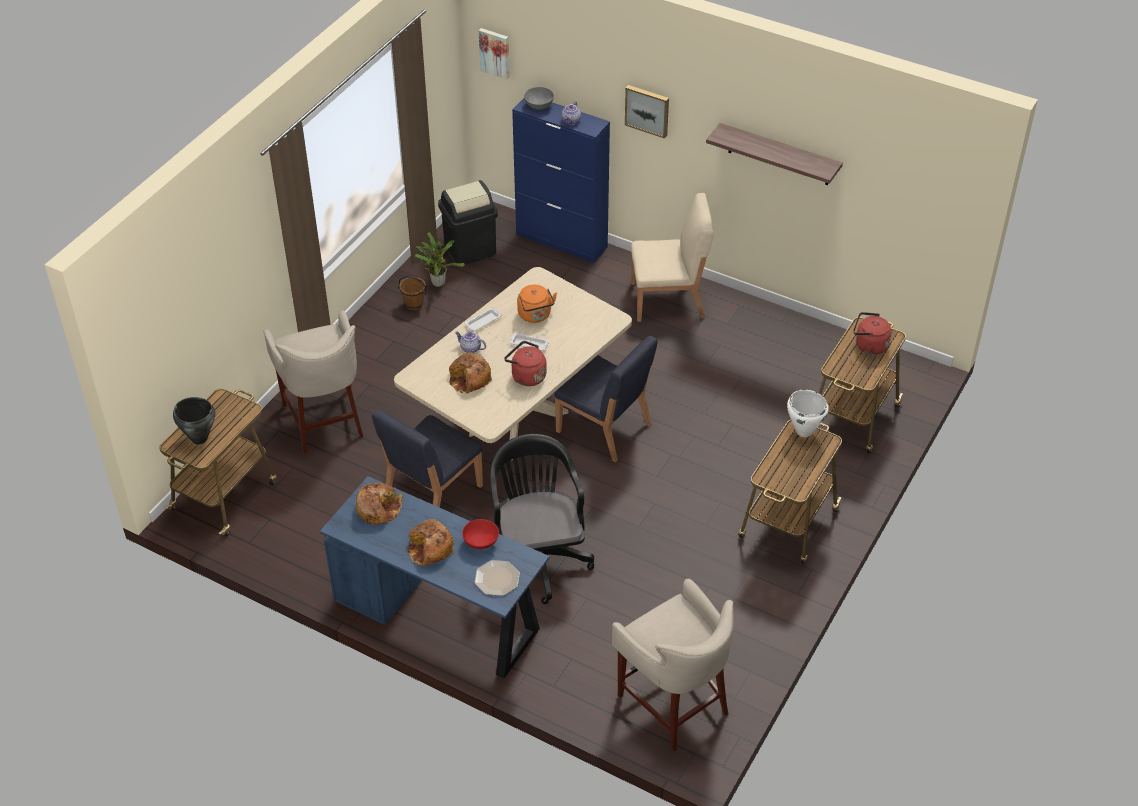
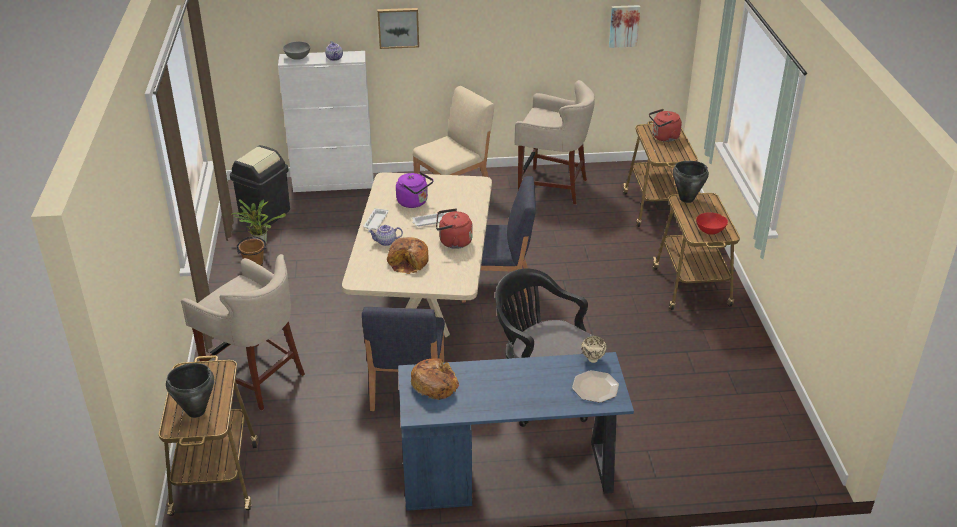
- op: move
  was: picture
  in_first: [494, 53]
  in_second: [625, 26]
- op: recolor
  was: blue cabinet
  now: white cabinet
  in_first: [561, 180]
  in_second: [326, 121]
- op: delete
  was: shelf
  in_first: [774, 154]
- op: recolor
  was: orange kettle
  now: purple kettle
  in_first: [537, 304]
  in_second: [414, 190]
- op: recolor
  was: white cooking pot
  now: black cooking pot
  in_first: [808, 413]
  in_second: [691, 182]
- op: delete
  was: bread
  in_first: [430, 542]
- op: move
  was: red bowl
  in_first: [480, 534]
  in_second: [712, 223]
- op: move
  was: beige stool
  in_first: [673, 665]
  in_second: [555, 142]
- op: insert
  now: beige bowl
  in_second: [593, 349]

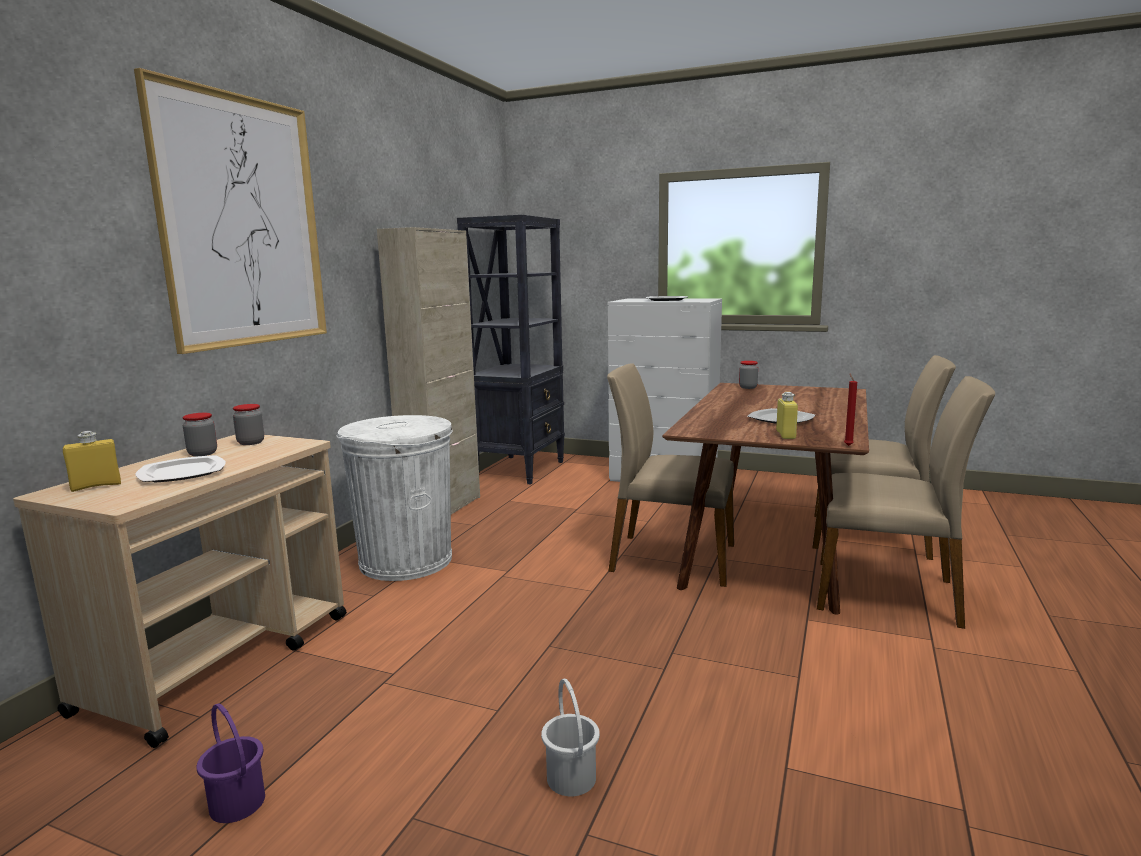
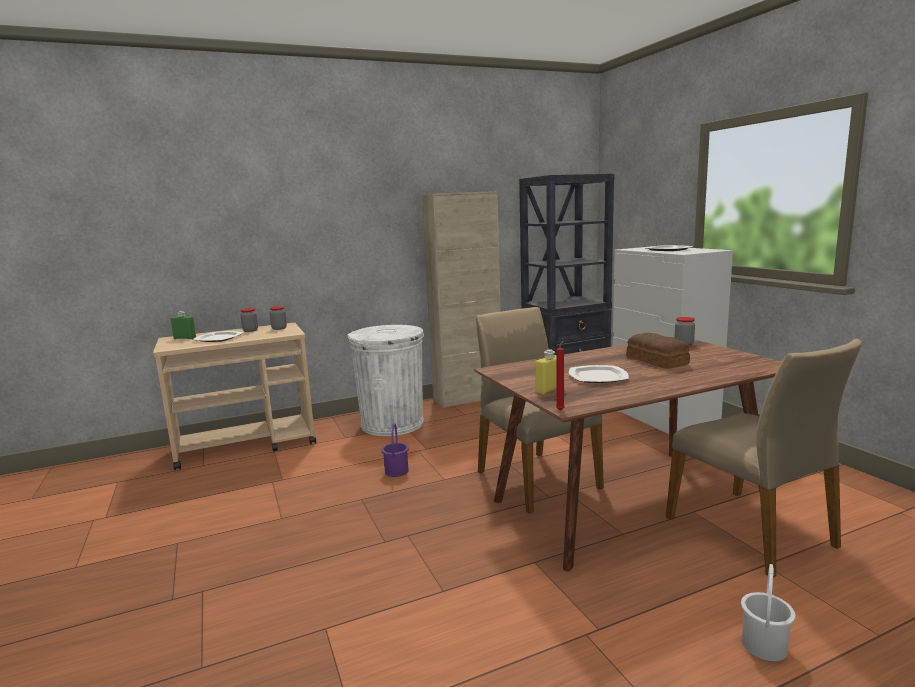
- op: delete
  was: picture
  in_first: [230, 211]
- op: delete
  was: beige chair
  in_first: [906, 502]
- op: recolor
  was: yellow bottle
  now: green bottle
  in_first: [92, 461]
  in_second: [183, 325]
- op: move
  was: white bucket
  in_first: [570, 737]
  in_second: [768, 612]
- op: move
  was: purple bucket
  in_first: [231, 763]
  in_second: [395, 450]
- op: insert
  now: bread
  in_second: [658, 351]

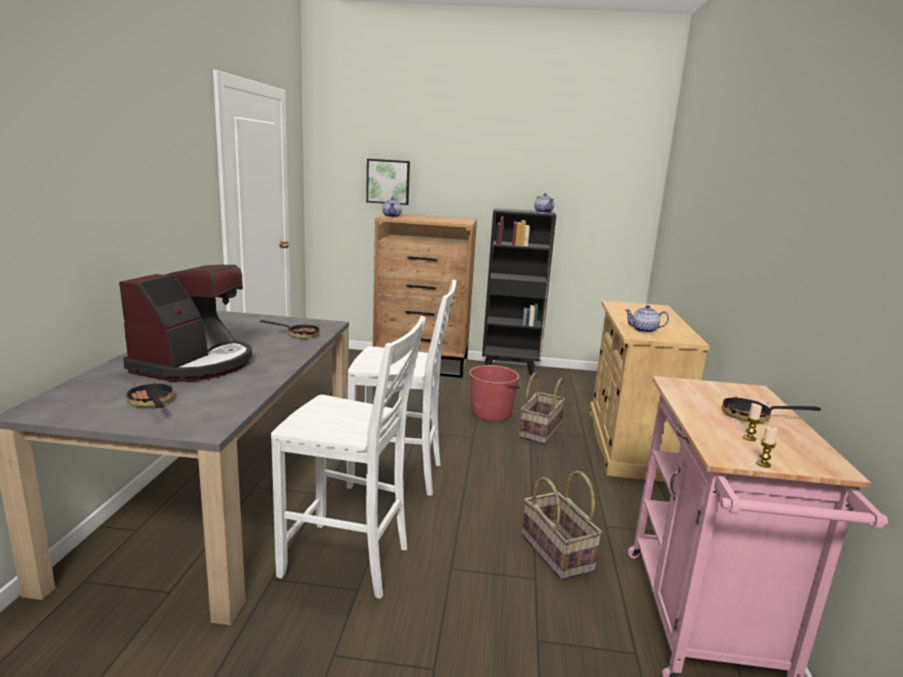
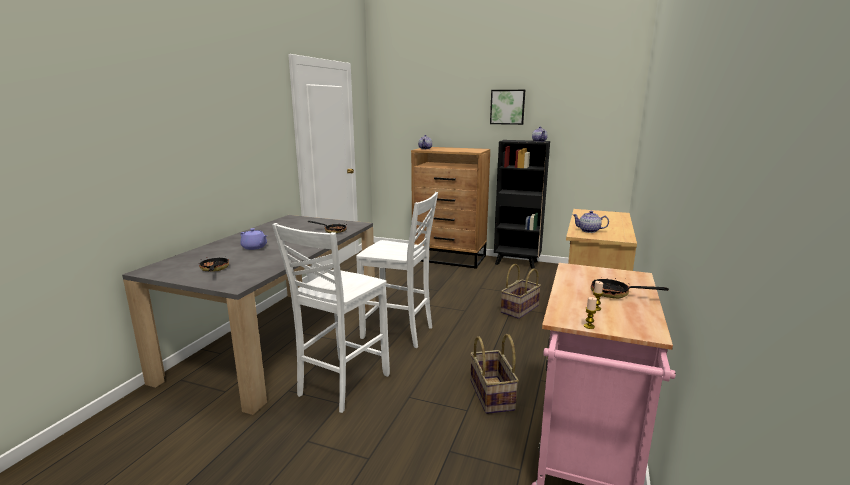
- op: move
  was: picture
  in_first: [388, 182]
  in_second: [507, 107]
- op: replace
  was: coffee machine
  now: purple teapot
  in_first: [185, 323]
  in_second: [253, 239]
- op: rotate
  was: white chair
  in_first: [348, 457]
  in_second: [331, 318]
  clockwise: 90
- op: delete
  was: red bucket
  in_first: [494, 393]

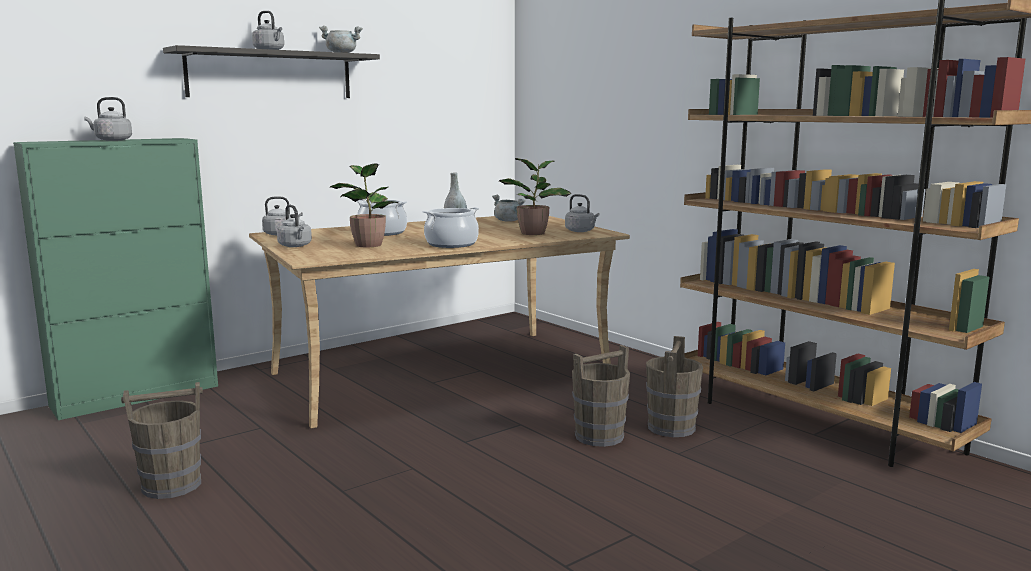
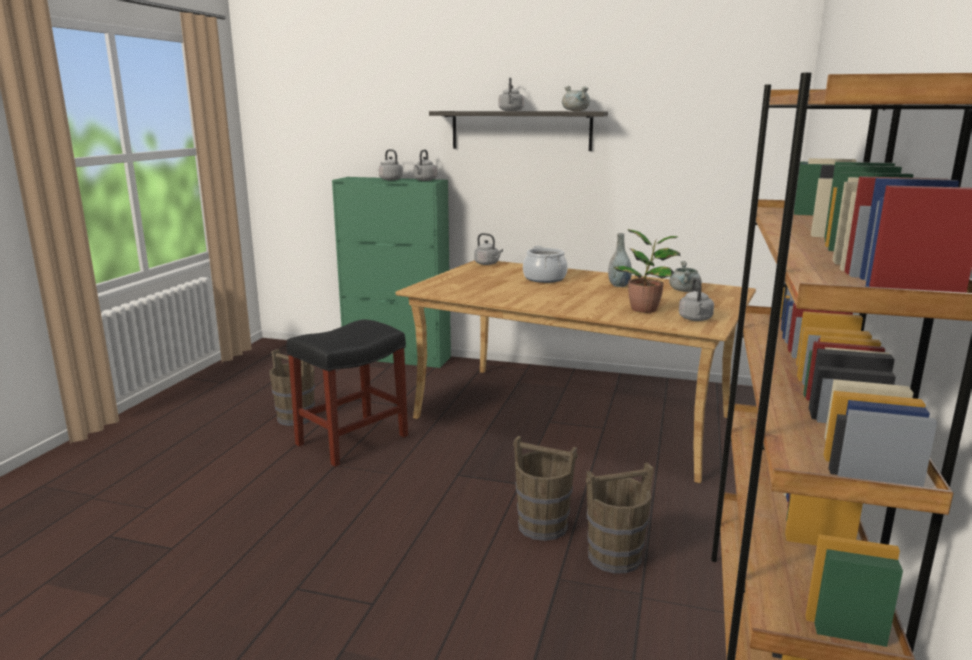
- op: delete
  was: potted plant
  in_first: [364, 205]
- op: move
  was: grey kettle
  in_first: [294, 226]
  in_second: [425, 165]
- op: delete
  was: cooking pot
  in_first: [451, 227]
- op: insert
  now: black stool
  in_second: [347, 393]

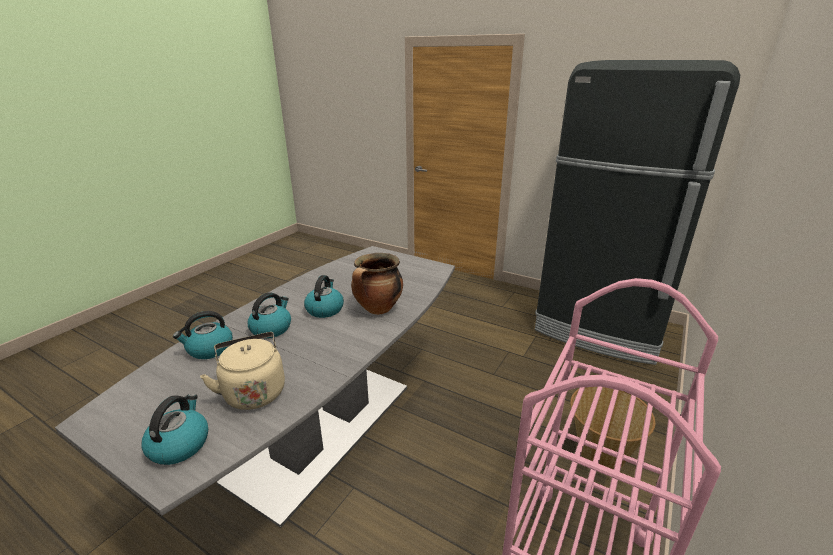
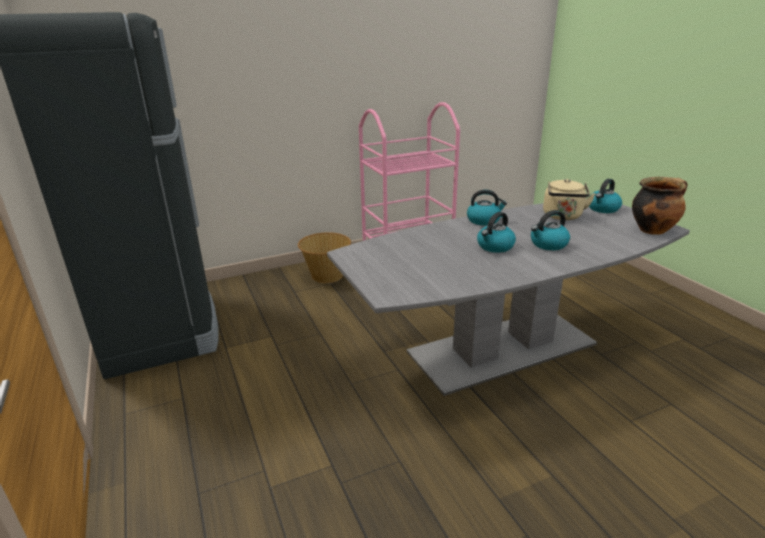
- op: move
  was: cooking pot
  in_first: [377, 284]
  in_second: [660, 206]
- op: move
  was: kettle
  in_first: [203, 335]
  in_second: [487, 208]

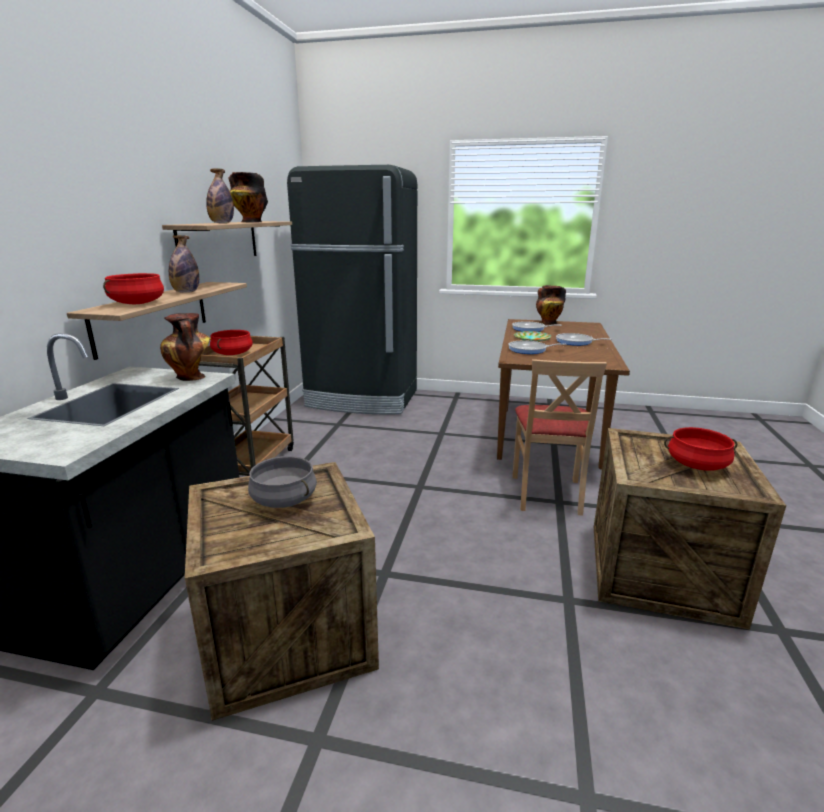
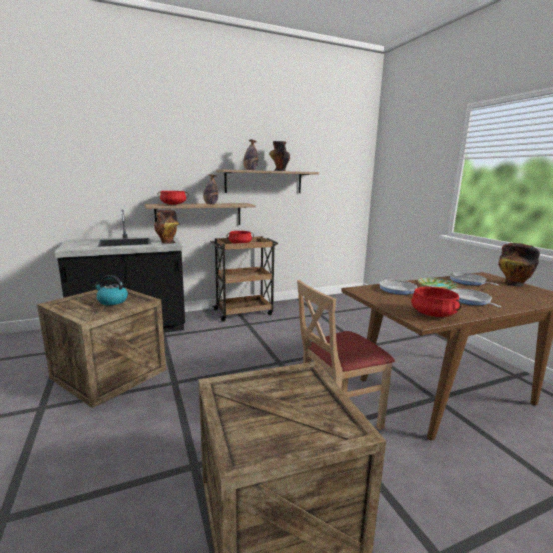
- op: delete
  was: black fridge
  in_first: [352, 290]
- op: move
  was: red cooking pot
  in_first: [700, 449]
  in_second: [436, 302]
- op: replace
  was: grey cooking pot
  now: kettle
  in_first: [282, 482]
  in_second: [111, 290]

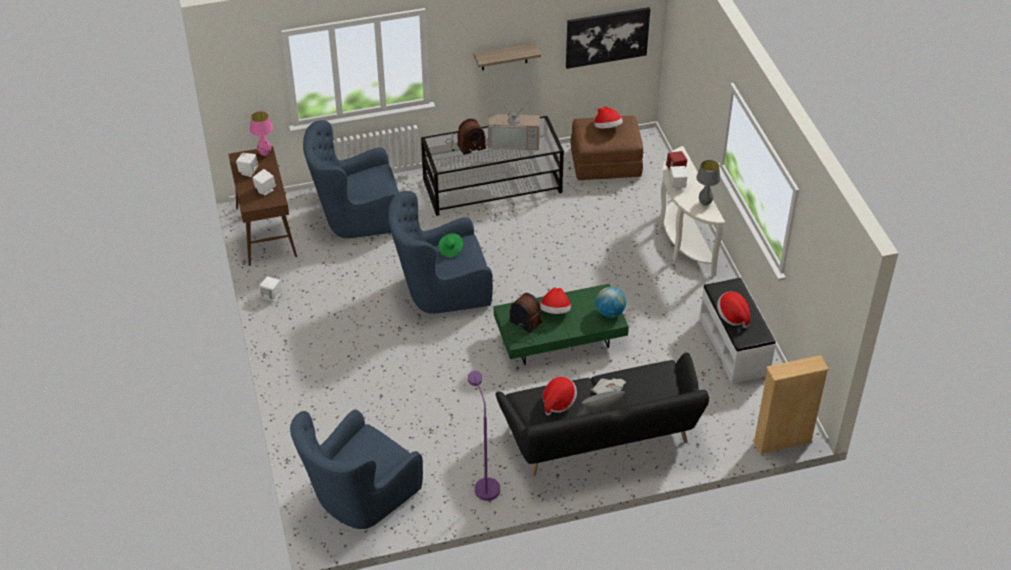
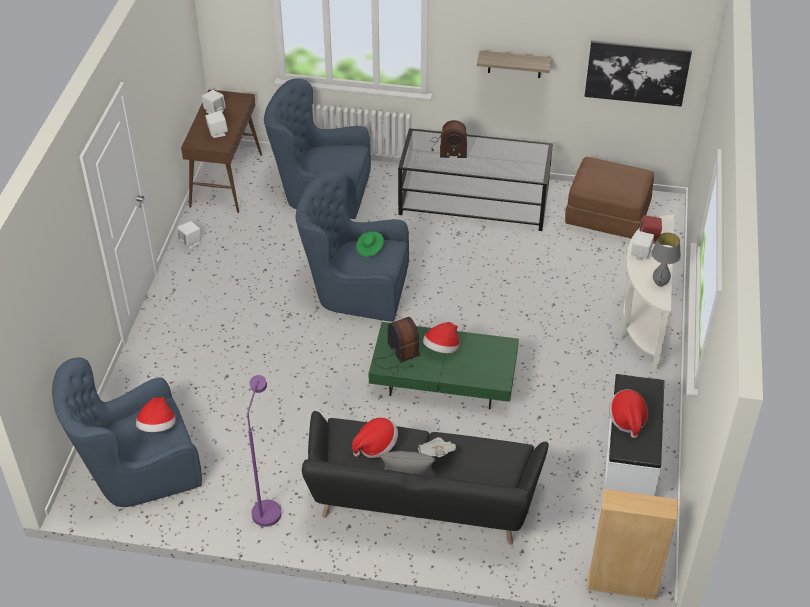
- op: delete
  was: television
  in_first: [514, 125]
- op: move
  was: hat
  in_first: [608, 118]
  in_second: [156, 414]
- op: delete
  was: pink table lamp
  in_first: [261, 133]
- op: delete
  was: globe
  in_first: [610, 302]

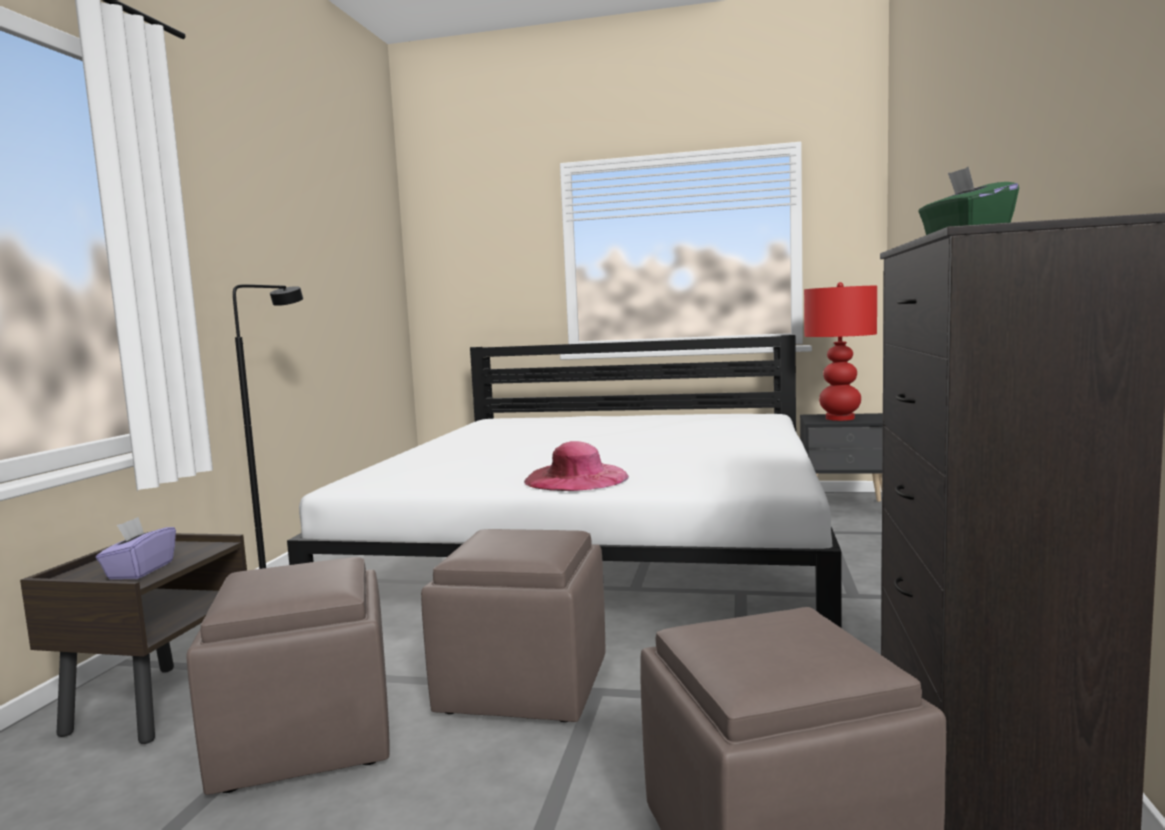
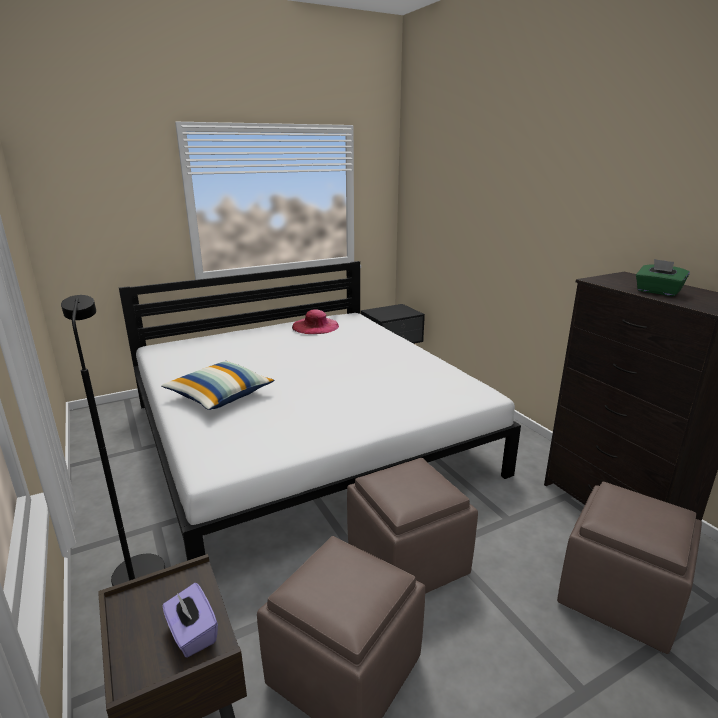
- op: delete
  was: red table lamp
  in_first: [840, 351]
- op: move
  was: pink hat
  in_first: [576, 466]
  in_second: [315, 321]
- op: insert
  now: pillow
  in_second: [217, 385]

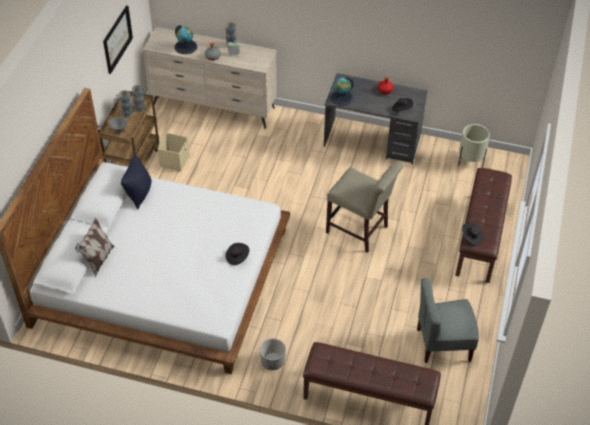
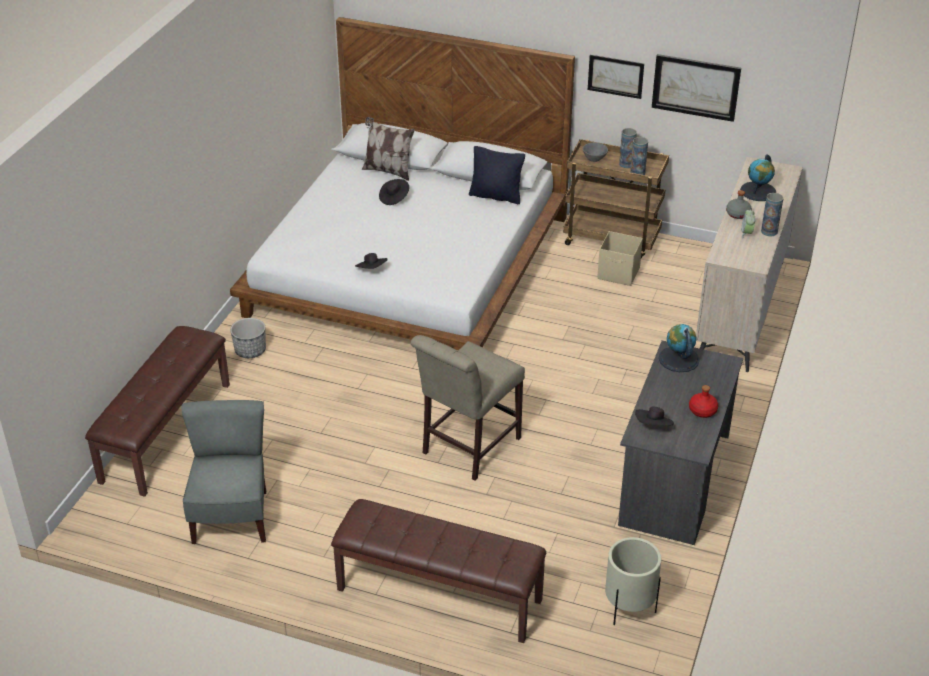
- op: move
  was: black hat
  in_first: [472, 234]
  in_second: [394, 192]
- op: insert
  now: picture
  in_second: [616, 77]

